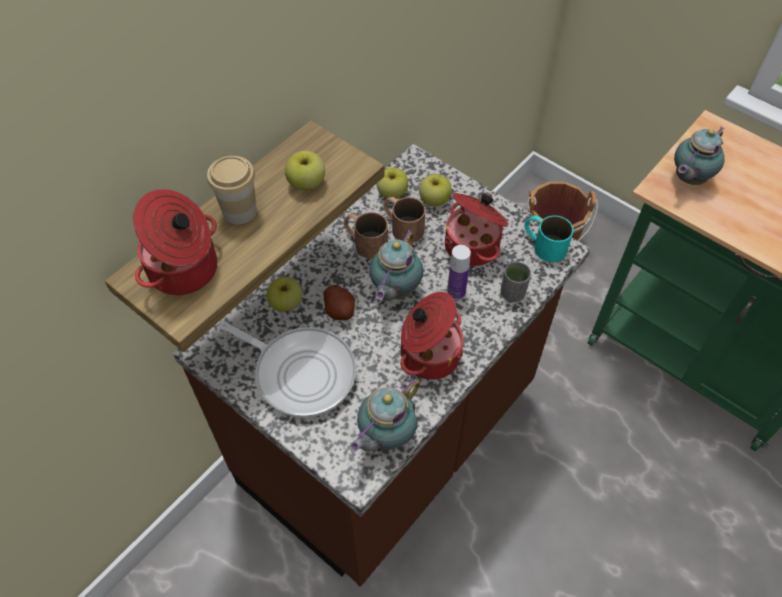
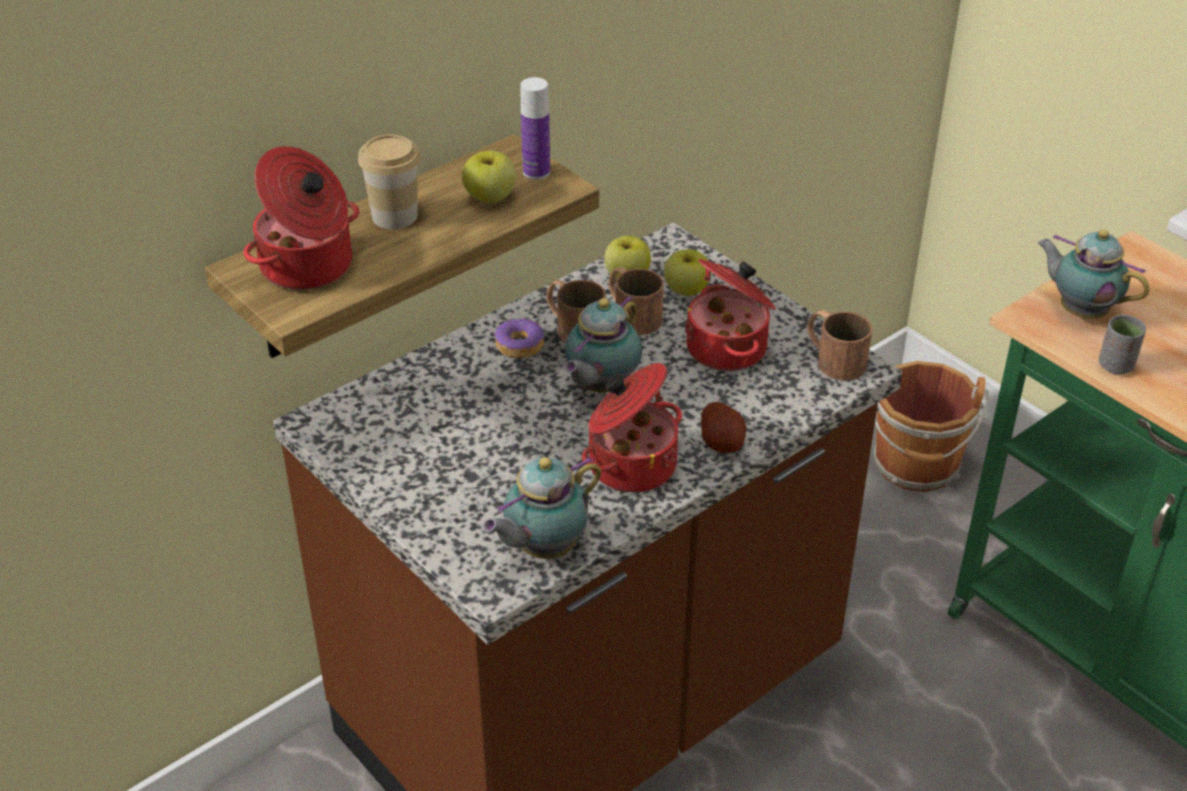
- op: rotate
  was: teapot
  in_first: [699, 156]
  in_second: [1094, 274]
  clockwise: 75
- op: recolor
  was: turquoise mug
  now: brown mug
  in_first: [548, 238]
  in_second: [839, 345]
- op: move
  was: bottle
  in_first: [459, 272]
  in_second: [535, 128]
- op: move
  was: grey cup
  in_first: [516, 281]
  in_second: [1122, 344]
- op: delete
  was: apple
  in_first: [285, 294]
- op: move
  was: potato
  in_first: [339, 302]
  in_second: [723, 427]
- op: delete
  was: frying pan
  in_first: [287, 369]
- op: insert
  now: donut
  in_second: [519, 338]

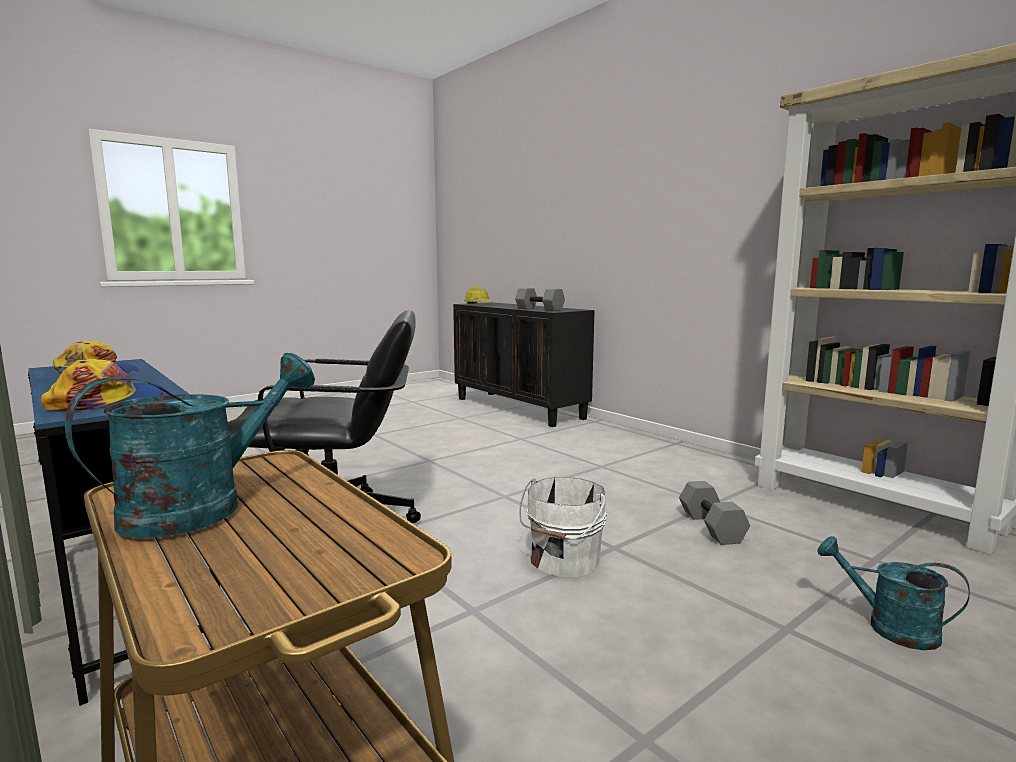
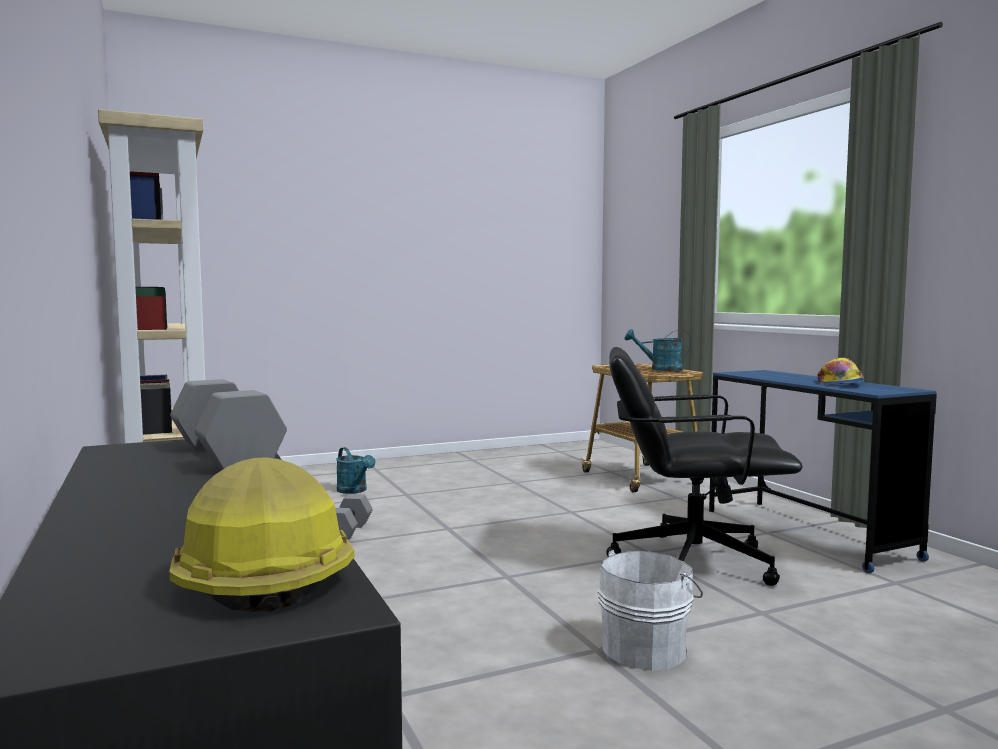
- op: rotate
  was: turquoise watering can
  in_first: [190, 445]
  in_second: [658, 350]
  clockwise: 45
- op: delete
  was: cap
  in_first: [102, 384]
- op: move
  was: white bucket
  in_first: [563, 527]
  in_second: [650, 610]

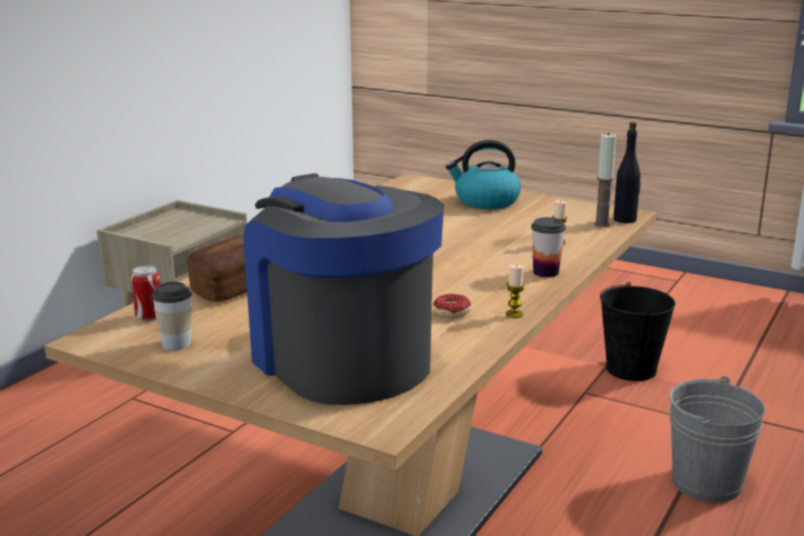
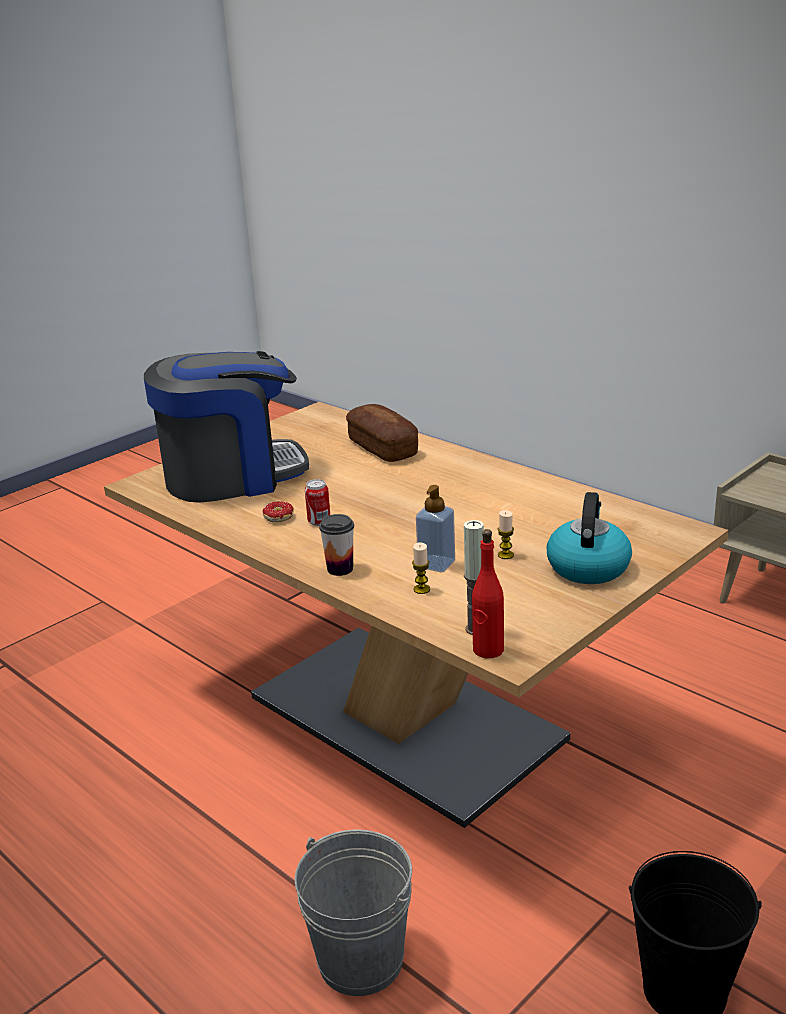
- op: recolor
  was: black bottle
  now: red bottle
  in_first: [627, 172]
  in_second: [488, 593]
- op: move
  was: can
  in_first: [145, 293]
  in_second: [317, 502]
- op: move
  was: candle
  in_first: [515, 291]
  in_second: [506, 534]
- op: delete
  was: cup
  in_first: [172, 316]
- op: insert
  now: soap dispenser
  in_second: [435, 528]

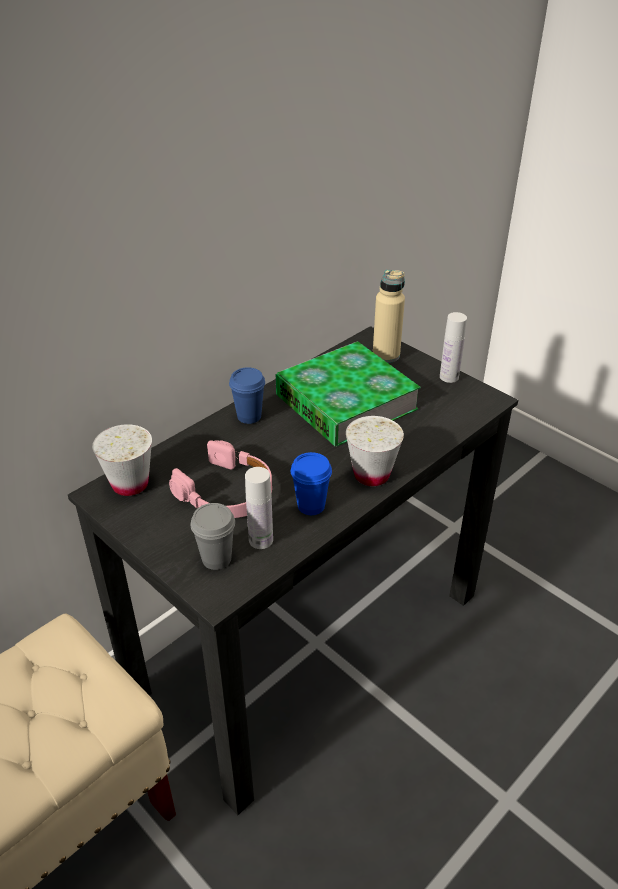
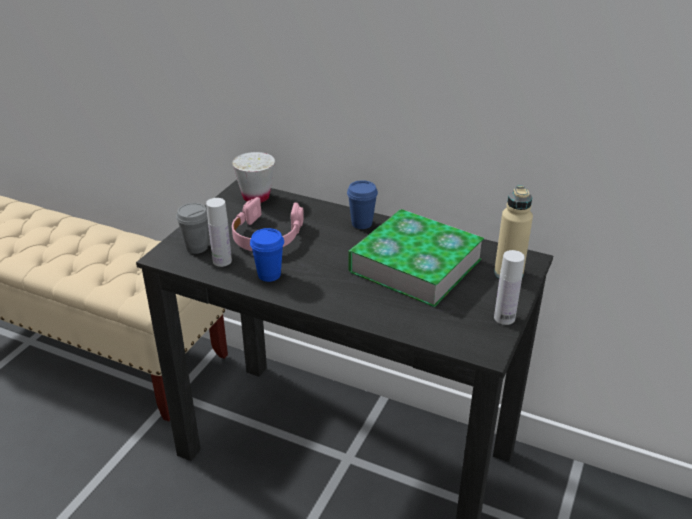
- op: delete
  was: white cup
  in_first: [375, 451]

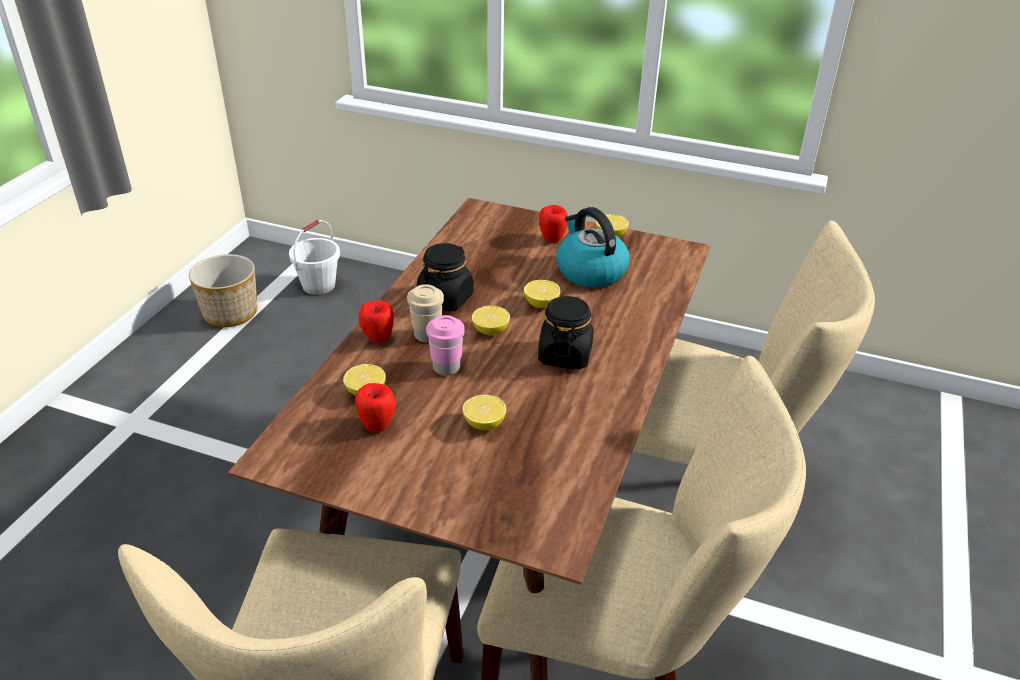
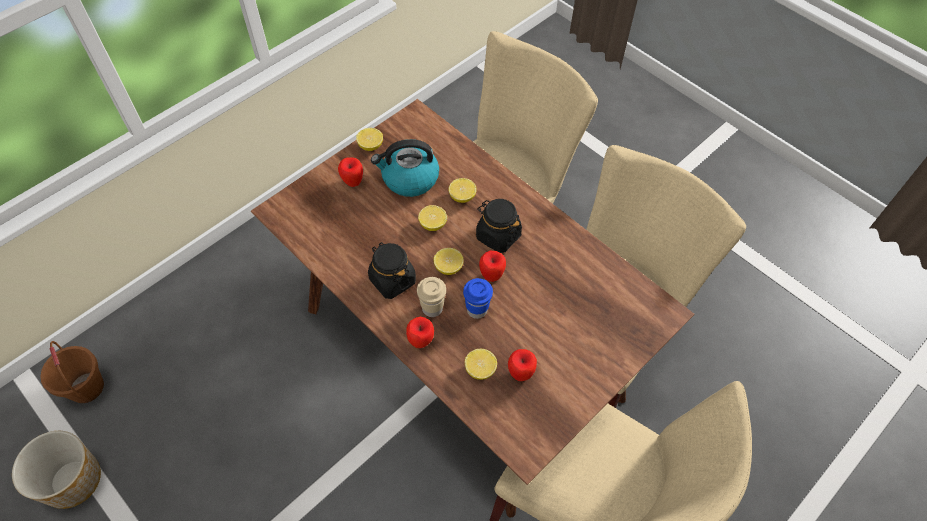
- op: recolor
  was: white bucket
  now: brown bucket
  in_first: [314, 257]
  in_second: [72, 372]
- op: recolor
  was: pink cup
  now: blue cup
  in_first: [445, 345]
  in_second: [478, 298]
- op: move
  was: lemon
  in_first: [484, 413]
  in_second: [463, 190]
- op: insert
  now: apple
  in_second: [492, 266]

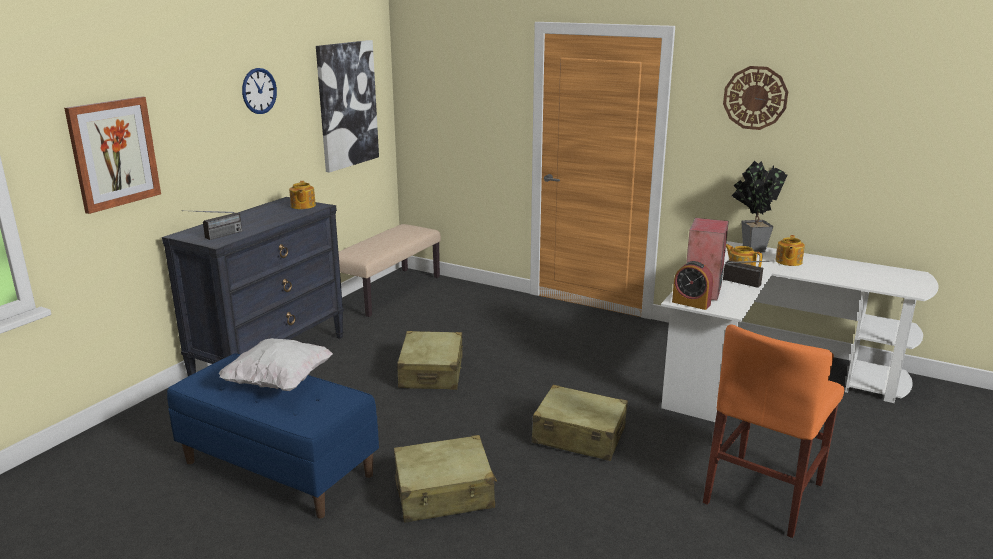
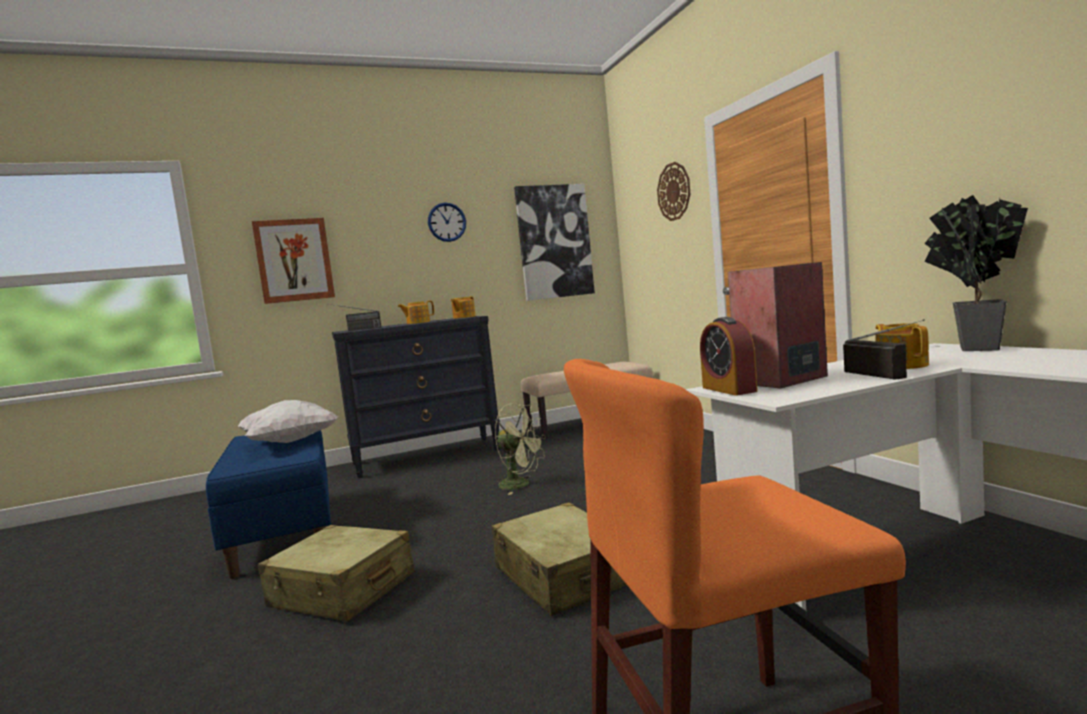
- op: move
  was: wall clock
  in_first: [755, 98]
  in_second: [673, 191]
- op: move
  was: teapot
  in_first: [790, 250]
  in_second: [416, 312]
- op: replace
  was: beige suitcase
  now: green fan
  in_first: [430, 360]
  in_second: [520, 449]

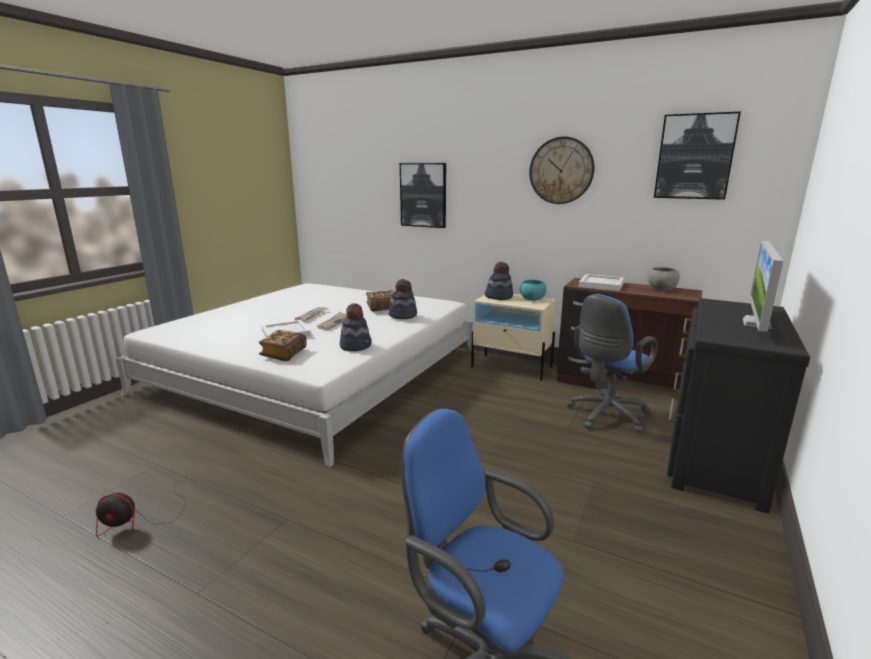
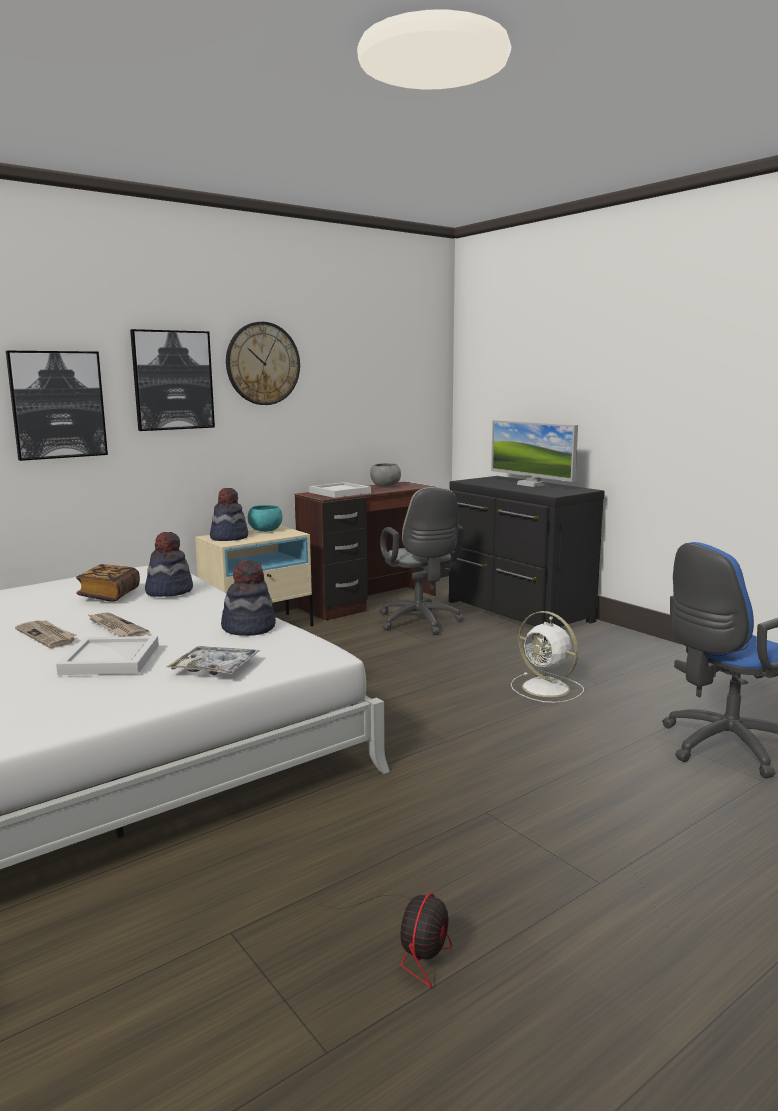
- op: move
  was: picture
  in_first: [697, 156]
  in_second: [172, 380]
- op: recolor
  was: blue office chair
  now: grey office chair
  in_first: [612, 363]
  in_second: [421, 561]
- op: replace
  was: book
  now: tray
  in_first: [283, 345]
  in_second: [213, 660]
- op: insert
  now: white fan
  in_second: [547, 657]

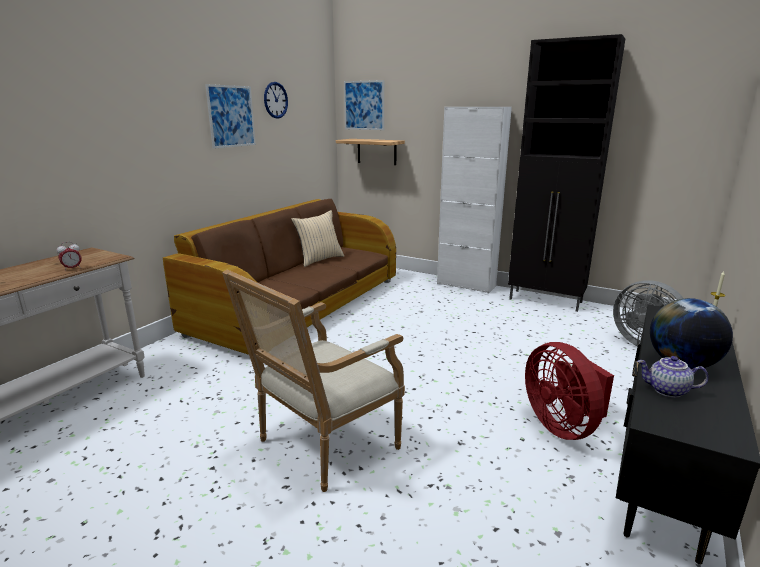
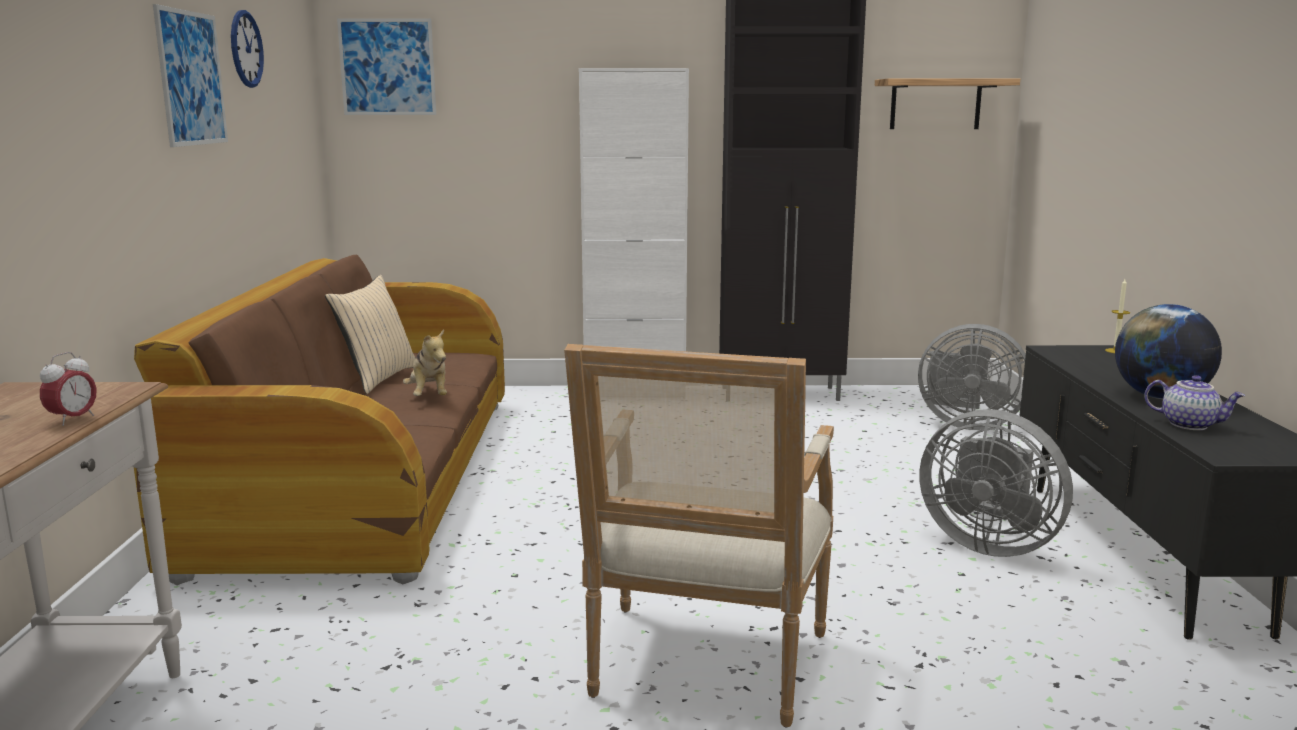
- op: move
  was: shelf
  in_first: [370, 152]
  in_second: [947, 103]
- op: recolor
  was: red fan
  now: grey fan
  in_first: [569, 391]
  in_second: [996, 483]
- op: rotate
  was: teapot
  in_first: [673, 377]
  in_second: [1195, 402]
  clockwise: -135
- op: insert
  now: plush toy
  in_second: [425, 362]

